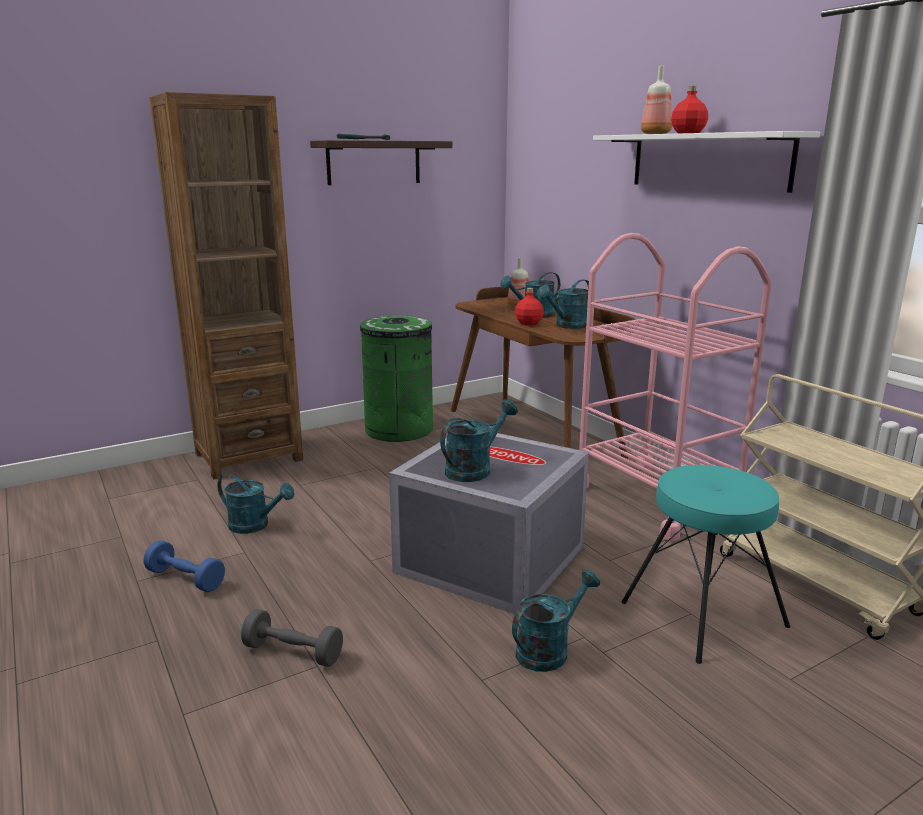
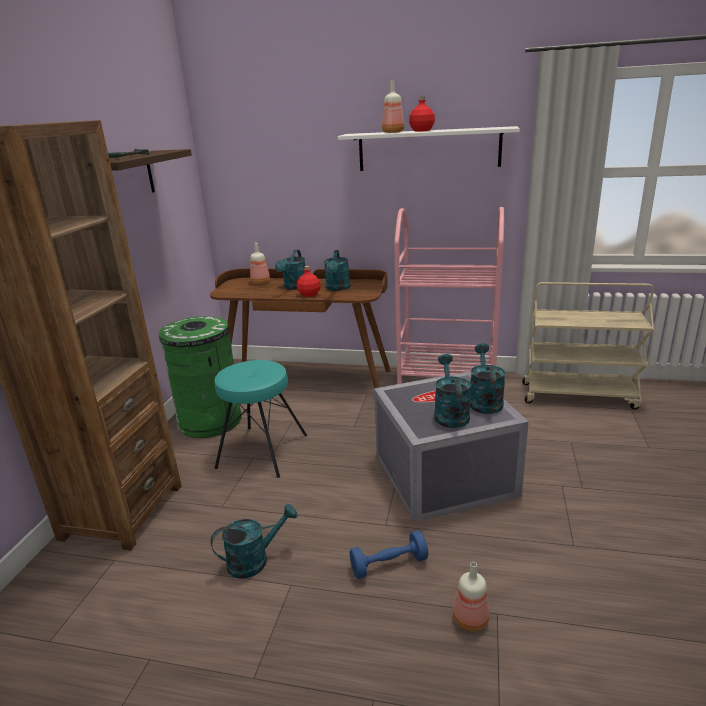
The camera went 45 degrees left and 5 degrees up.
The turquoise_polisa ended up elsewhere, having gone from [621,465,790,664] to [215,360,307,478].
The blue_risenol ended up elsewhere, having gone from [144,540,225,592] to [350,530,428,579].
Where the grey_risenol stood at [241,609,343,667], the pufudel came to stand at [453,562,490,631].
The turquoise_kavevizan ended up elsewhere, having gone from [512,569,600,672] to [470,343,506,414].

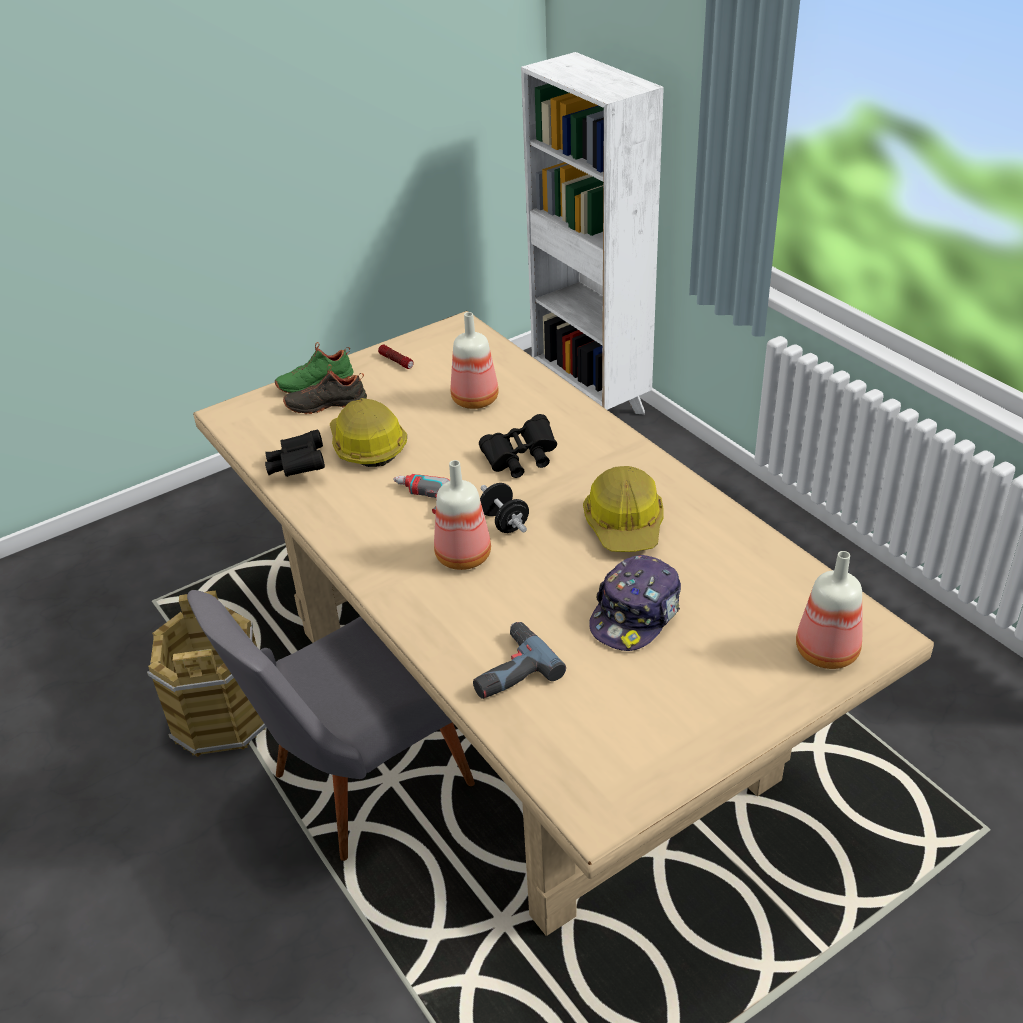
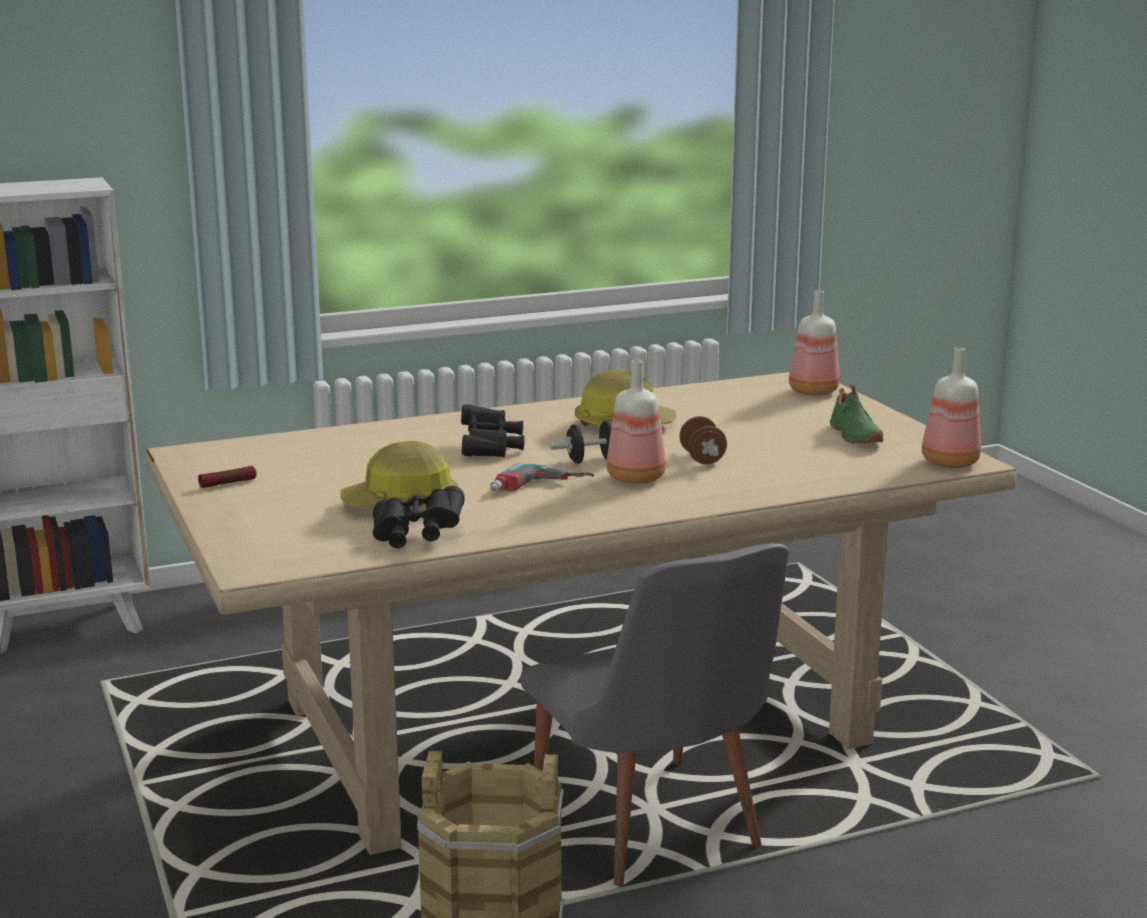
The camera went 80 degrees left and 20 degrees down.
The second view gained the brown_risenol at [680,416,727,464].
The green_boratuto ended up elsewhere, having gone from [275,342,354,393] to [830,384,883,444].
The pufudel ended up elsewhere, having gone from [451,312,499,409] to [922,347,981,468].
The second view lost the black_boratuto at [283,364,367,414].
The second view lost the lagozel at [473,622,566,699].
The second view lost the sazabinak at [589,555,681,651].

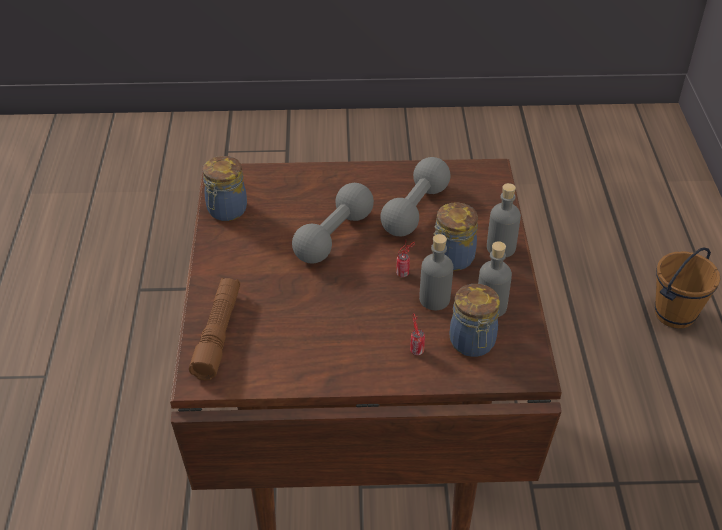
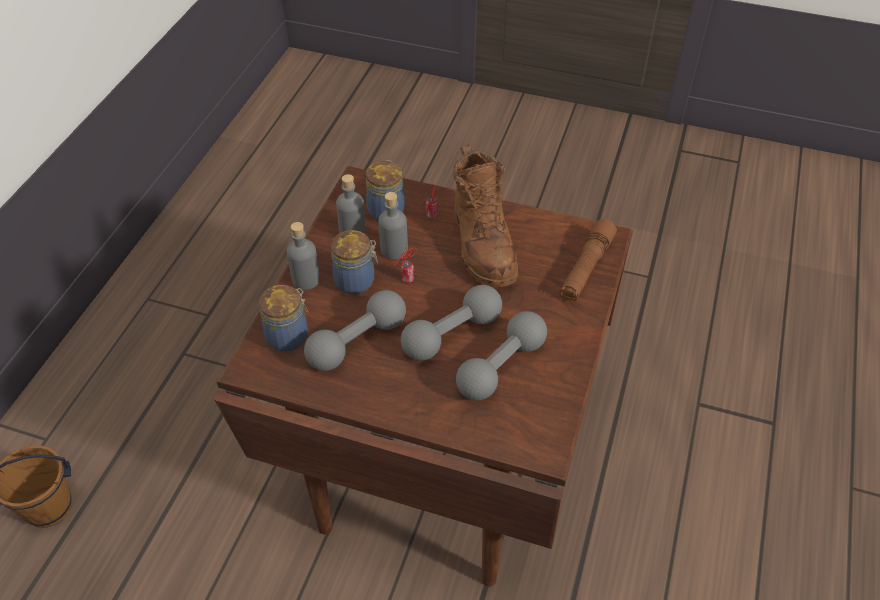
The camera went 160 degrees left and 5 degrees up.
The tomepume ended up elsewhere, having gone from [203,156,247,221] to [259,285,308,352].
The second view gained the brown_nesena at [453,144,519,287].
The second view gained the grey_risenol at [456,311,547,400].

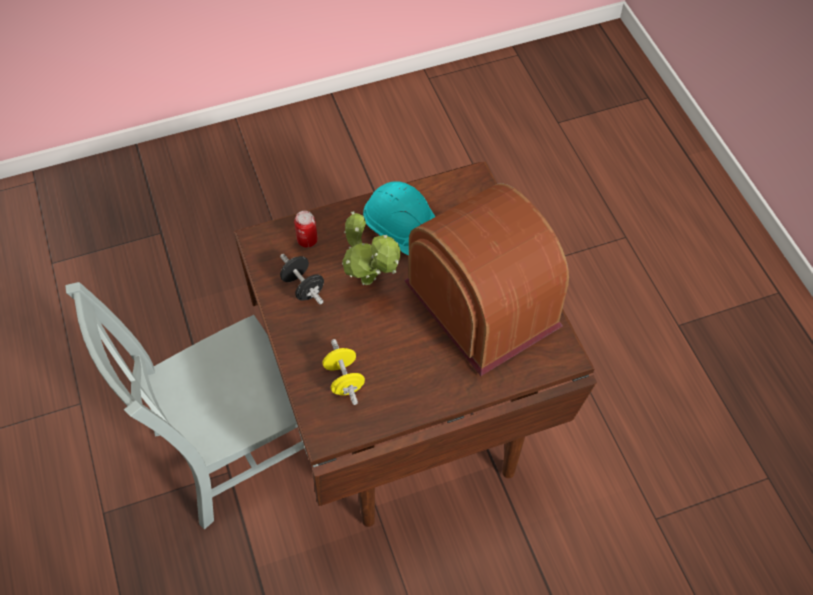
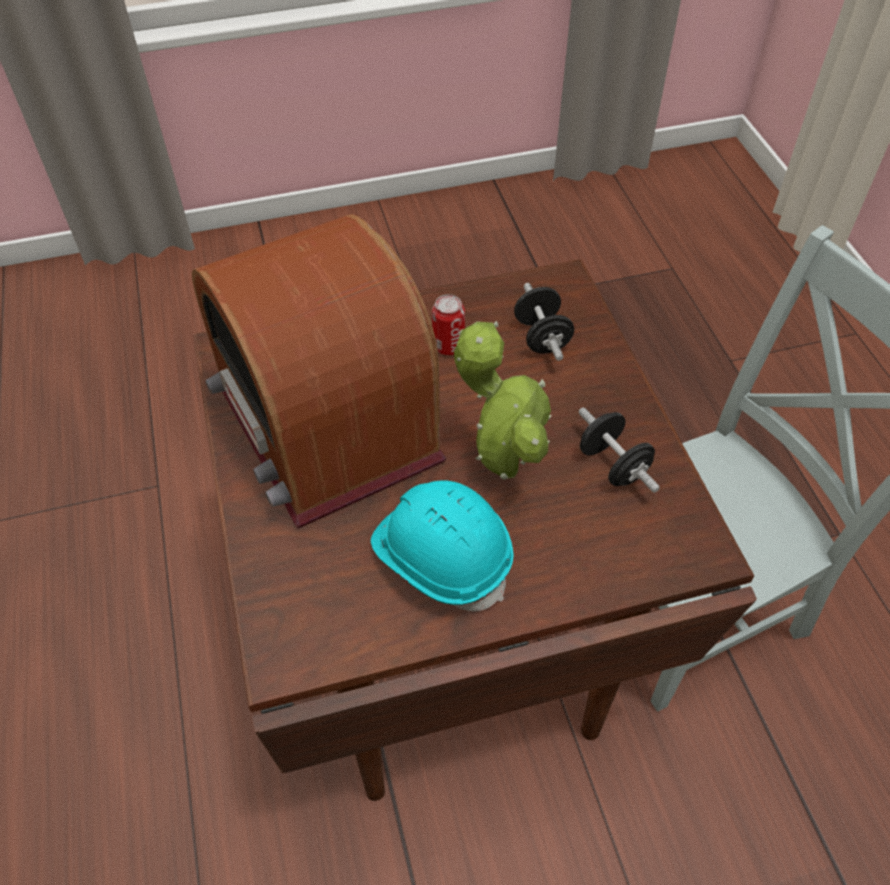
The camera went 175 degrees left and 5 degrees down.
The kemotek ended up elsewhere, having gone from [294,211,318,247] to [432,294,465,355].
What was the yellow_risenol at [323,339,365,405] turned into the black_risenol at [514,283,574,361].

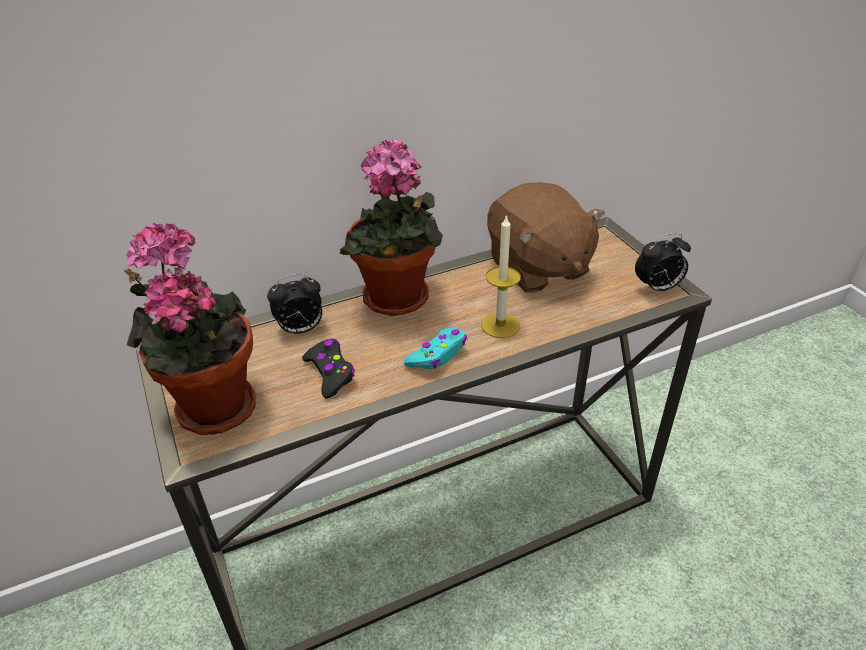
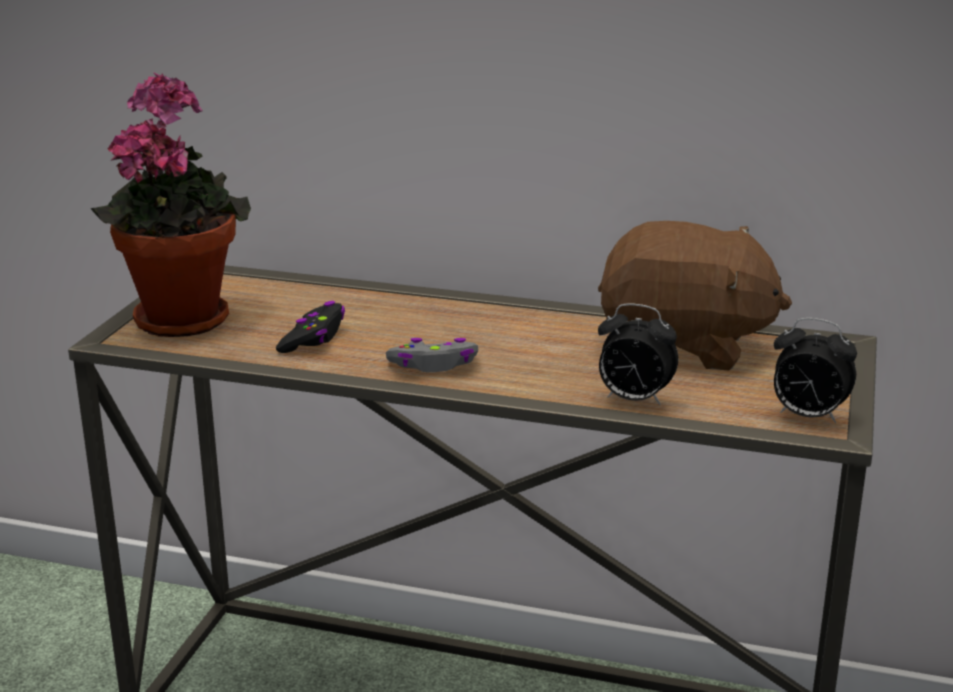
The camera went 40 degrees right and 15 degrees down.
What was the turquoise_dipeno at [403,328,467,369] turned into the grey_dipeno at [386,338,478,372].
The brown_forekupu at [487,182,605,293] ended up facing another way, 90 degrees counterclockwise from before.
The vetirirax ended up elsewhere, having gone from [267,273,322,336] to [598,303,678,406].
The second view lost the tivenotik at [340,140,443,316].
The second view lost the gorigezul at [481,214,521,338].

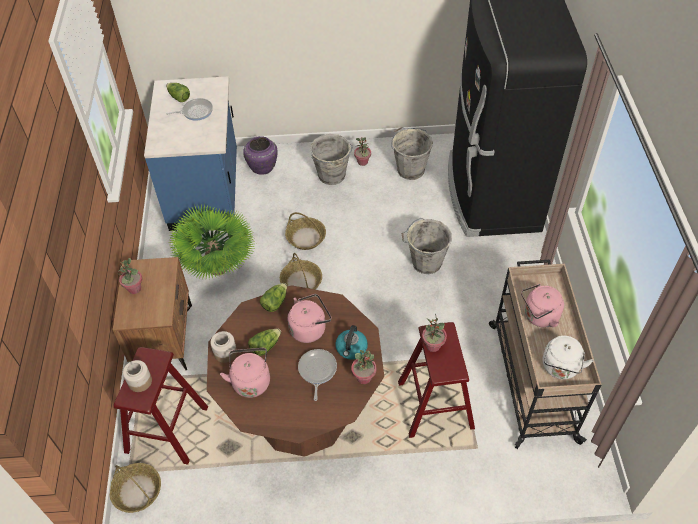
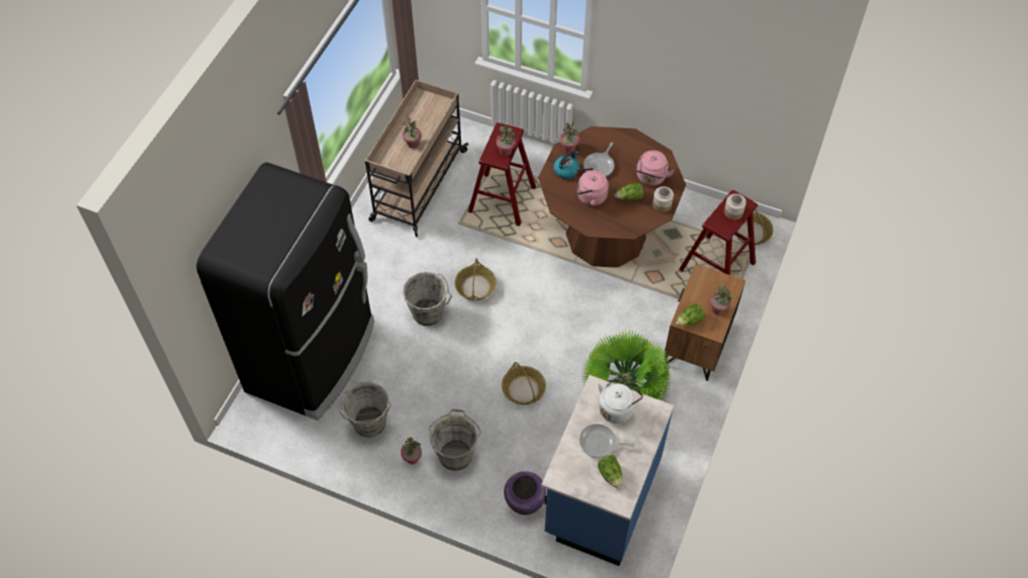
The camera went 155 degrees left and 5 degrees up.
Where the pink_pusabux stood at [521,284,564,327], the tivenotik came to stand at [402,117,422,148].
The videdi ended up elsewhere, having gone from [280,253,322,289] to [454,258,496,301].
The white_pusabux ended up elsewhere, having gone from [543,336,594,379] to [598,375,643,424].
The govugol ended up elsewhere, having gone from [260,283,287,312] to [676,304,705,326].

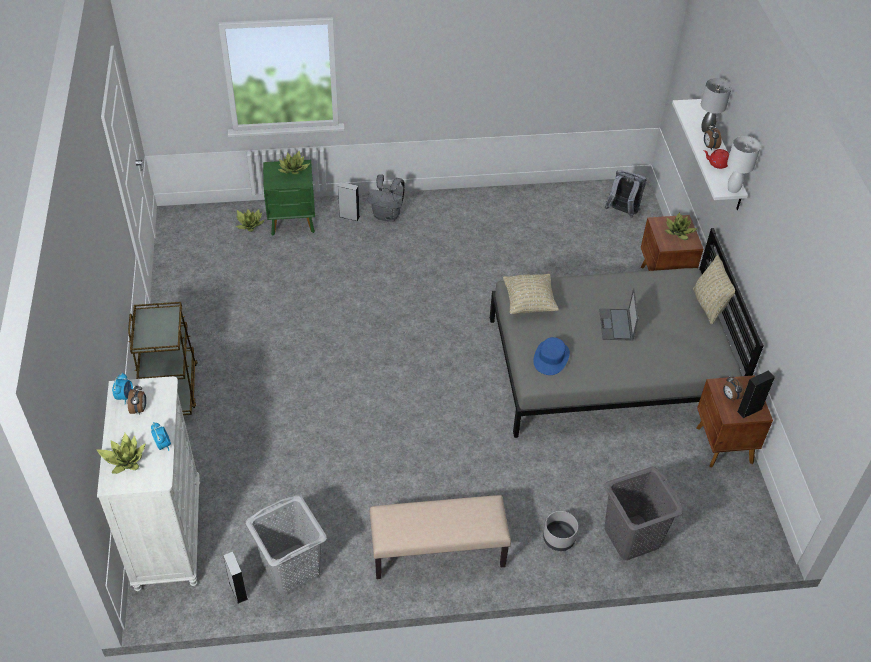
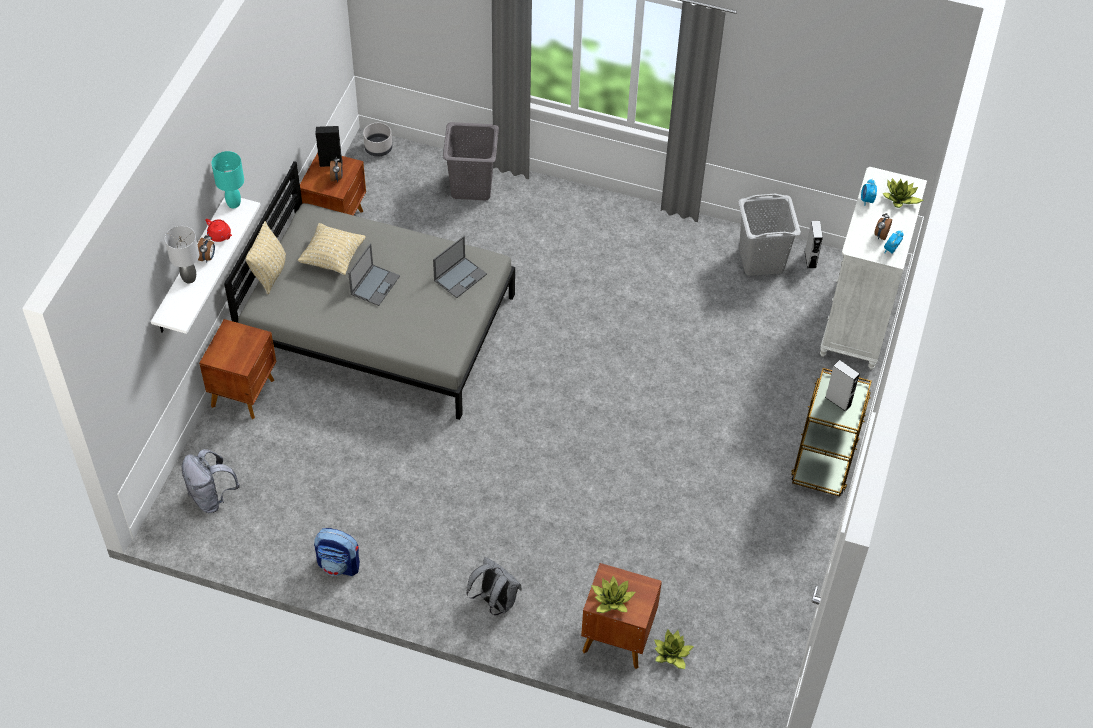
The camera went 155 degrees left and 5 degrees up.
What was the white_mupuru at [727,136,761,193] turned into the turquoise_mupuru at [212,151,244,208].
The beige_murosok ended up elsewhere, having gone from [503,274,559,314] to [298,223,366,275].
The second view gained the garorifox at [314,528,360,576].
The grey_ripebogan ended up elsewhere, having gone from [543,511,578,551] to [363,123,392,157].
Where the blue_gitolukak stood at [533,337,570,375], the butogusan came to stand at [433,236,487,298].
What was the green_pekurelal at [263,160,315,235] turned into the brown_pekurelal at [581,563,662,669].
The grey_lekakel ended up elsewhere, having gone from [338,182,360,221] to [825,360,860,412].
The second view lost the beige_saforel at [370,495,511,579].
The second view lost the tivenotik at [665,212,698,240].

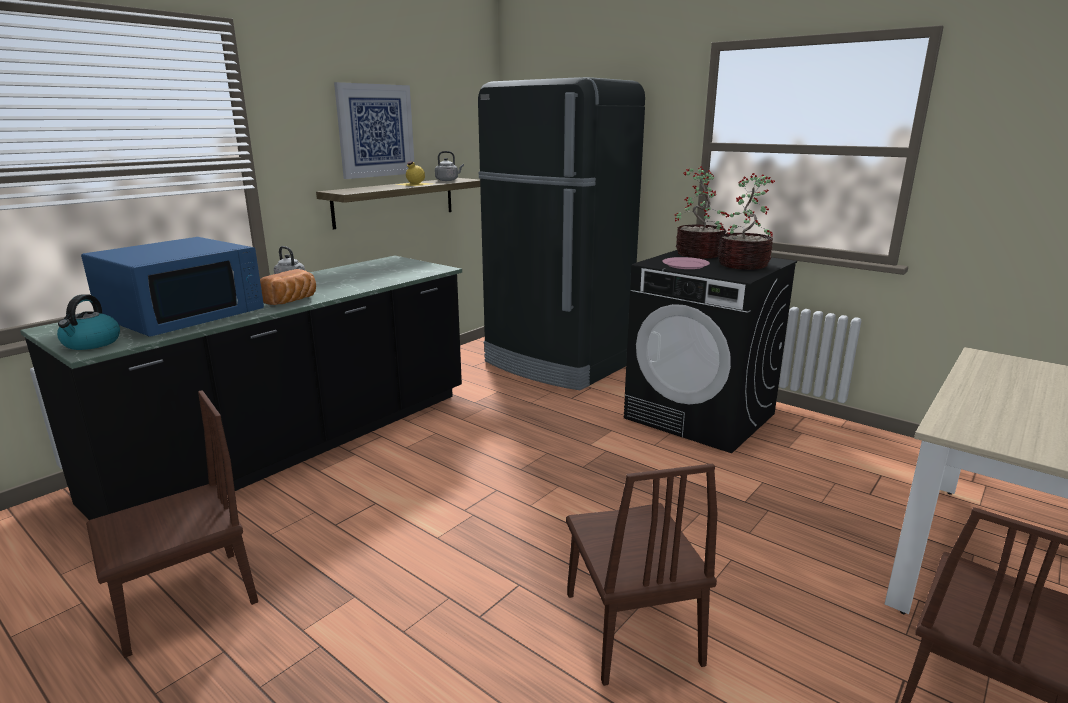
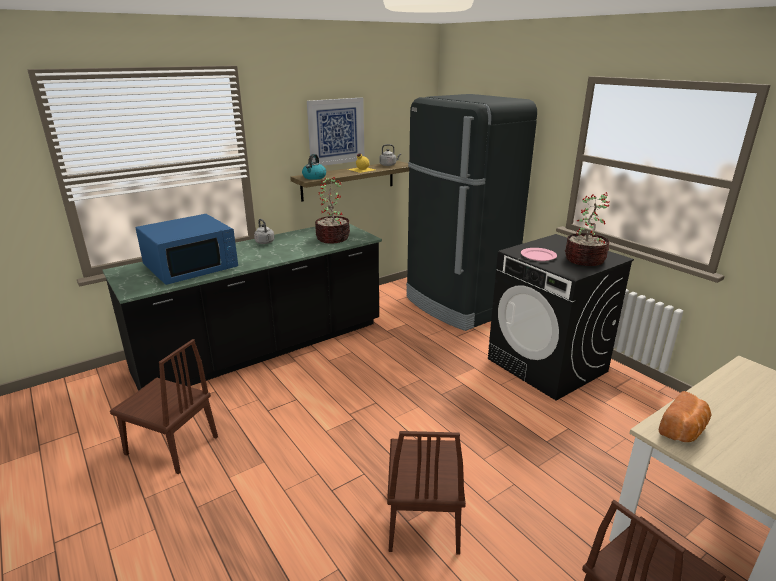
The camera went 15 degrees right and 5 degrees up.
The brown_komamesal at [86,390,258,658] ended up facing another way, 45 degrees clockwise from before.
The pusabux ended up elsewhere, having gone from [57,294,120,350] to [302,154,326,180].
The tivenotik ended up elsewhere, having gone from [674,166,729,259] to [315,177,350,243].
The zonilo ended up elsewhere, having gone from [260,269,316,305] to [659,391,712,442].

